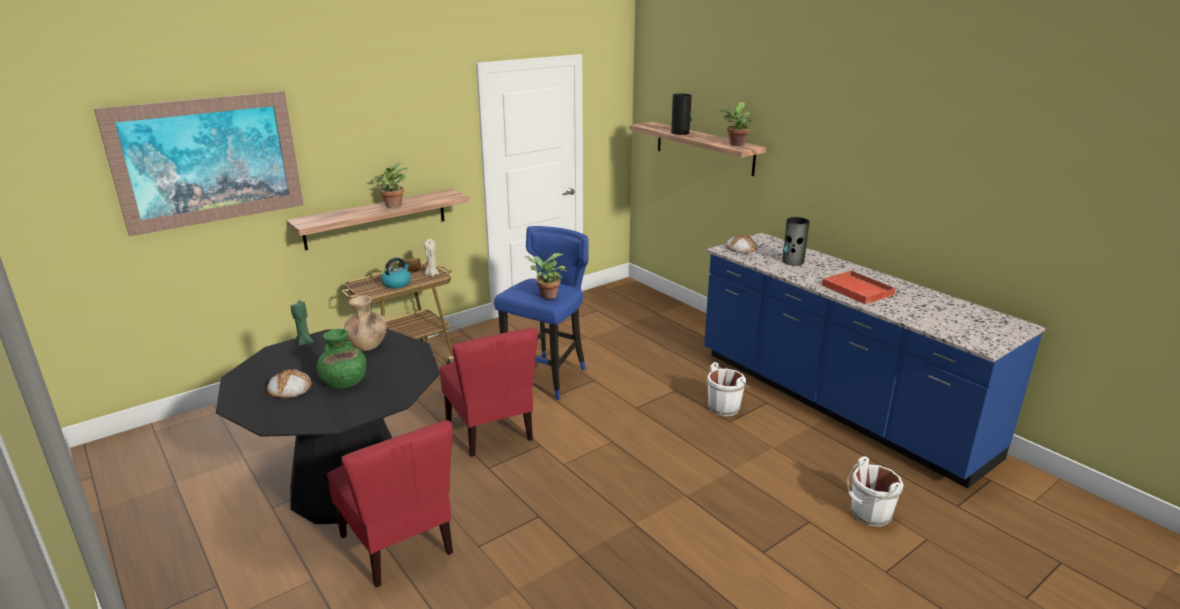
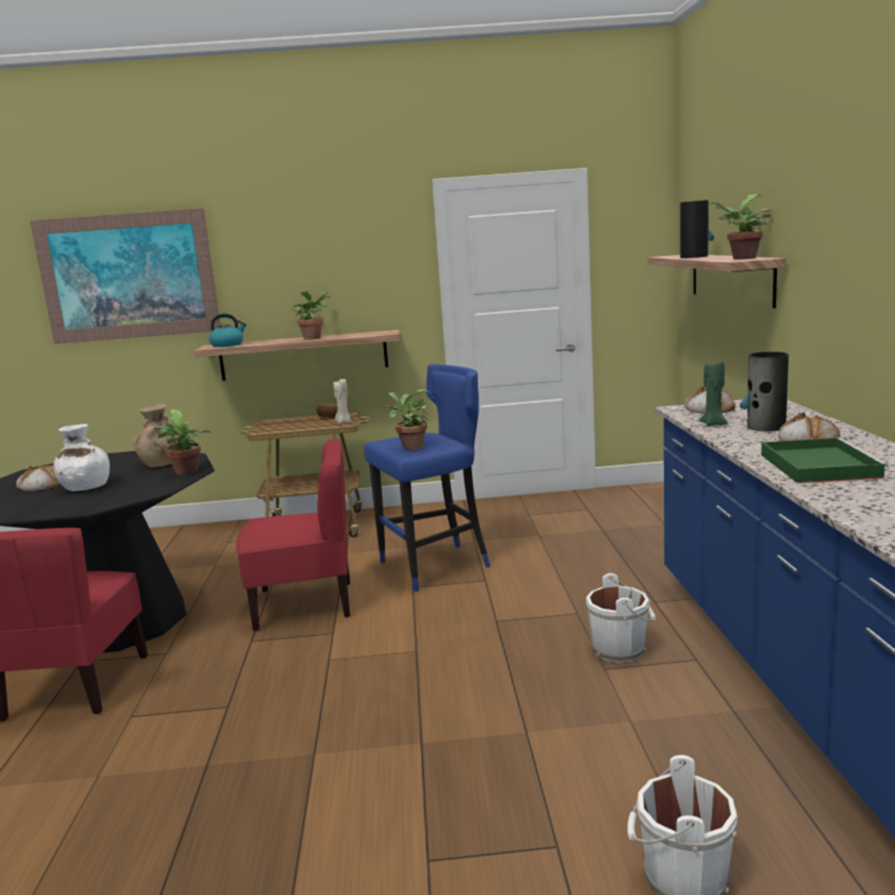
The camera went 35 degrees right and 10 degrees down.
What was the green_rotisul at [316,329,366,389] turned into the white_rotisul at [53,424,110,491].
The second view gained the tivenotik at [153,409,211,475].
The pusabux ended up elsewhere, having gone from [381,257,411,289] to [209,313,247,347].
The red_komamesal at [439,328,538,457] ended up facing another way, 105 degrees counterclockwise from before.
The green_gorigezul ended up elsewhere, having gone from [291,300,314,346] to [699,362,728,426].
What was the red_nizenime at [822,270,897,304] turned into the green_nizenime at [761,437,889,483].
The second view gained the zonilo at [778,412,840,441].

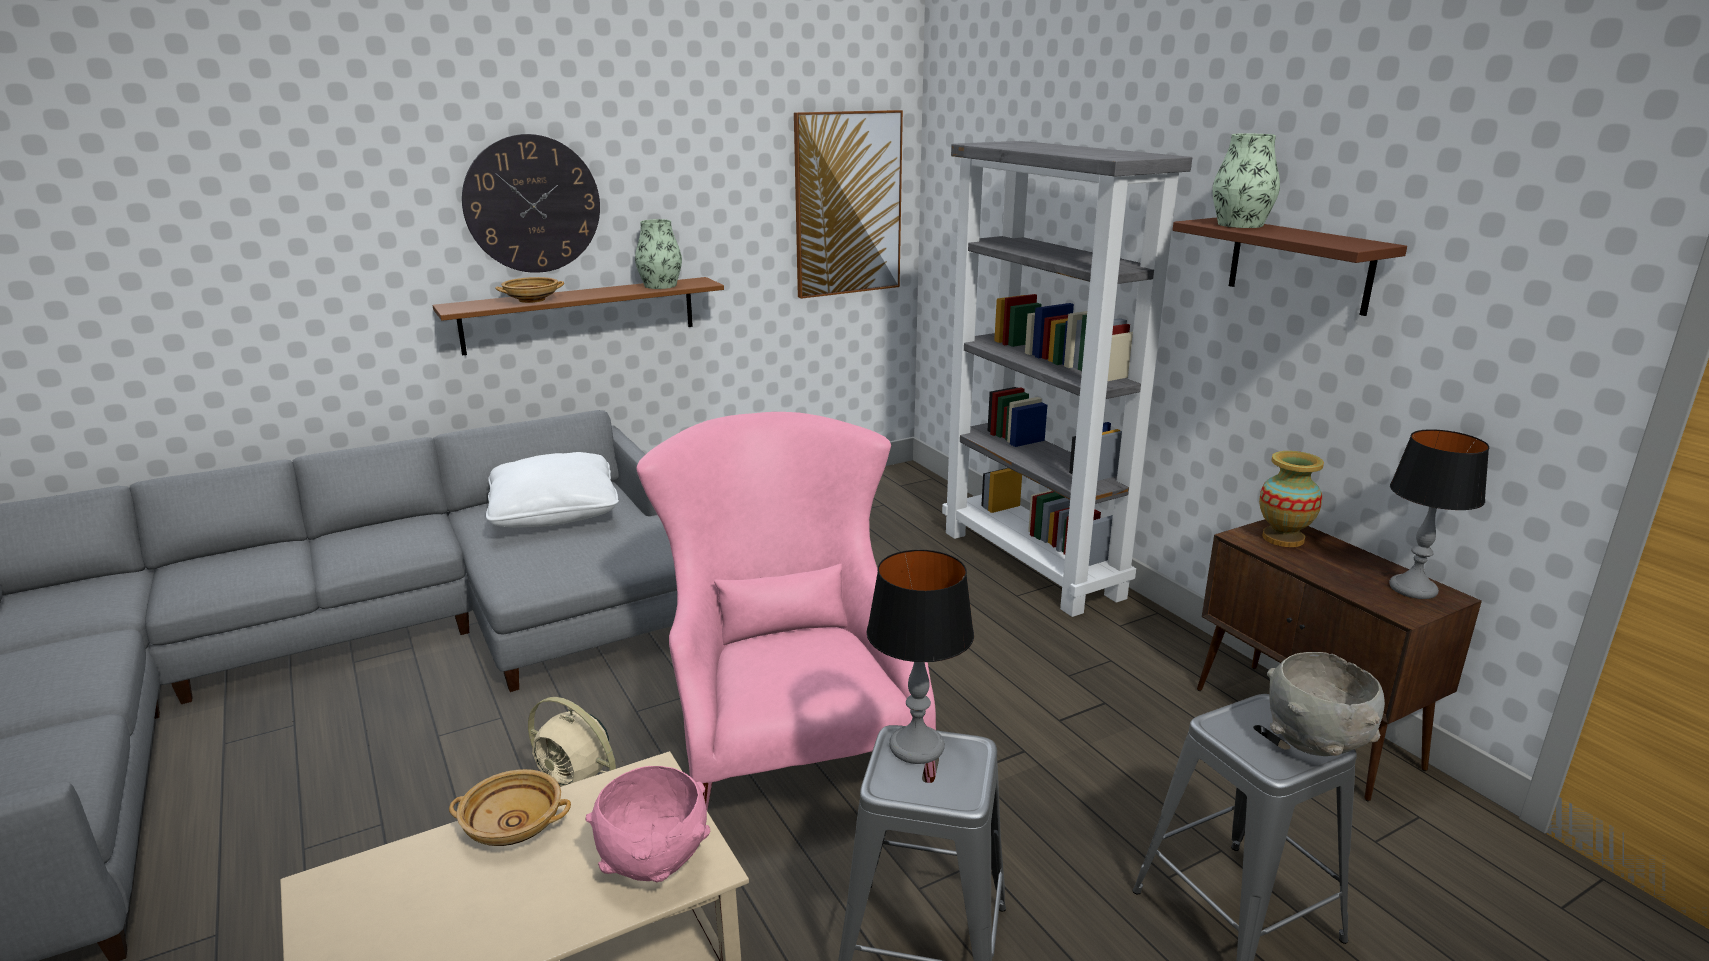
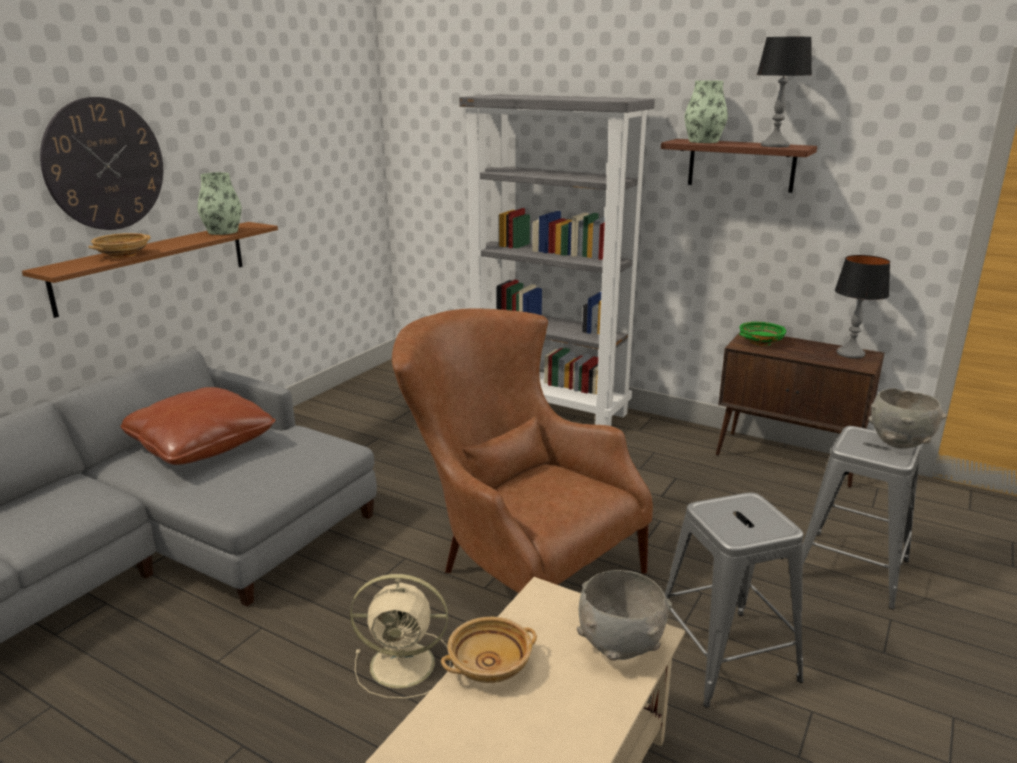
The camera went 30 degrees left and 0 degrees up.
What was the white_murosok at [486,452,619,527] turned into the brown_murosok at [121,387,276,465].
What was the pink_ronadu at [636,412,936,810] turned into the brown_ronadu at [392,308,653,593].
What was the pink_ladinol at [585,766,710,882] turned into the grey_ladinol at [577,570,672,661].
Where the rotisul stood at [1259,451,1324,547], the green_ladinol came to stand at [739,322,786,346].
The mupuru ended up elsewhere, having gone from [867,550,974,764] to [757,37,812,147].
The second view lost the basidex at [794,110,903,299].

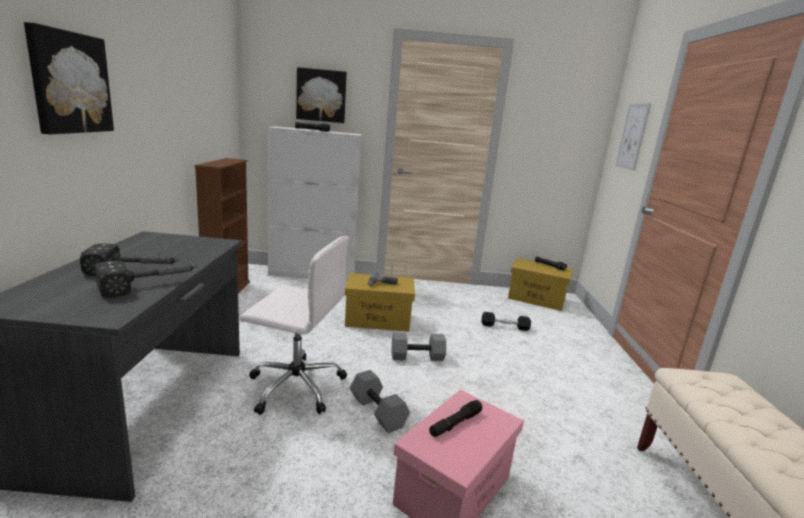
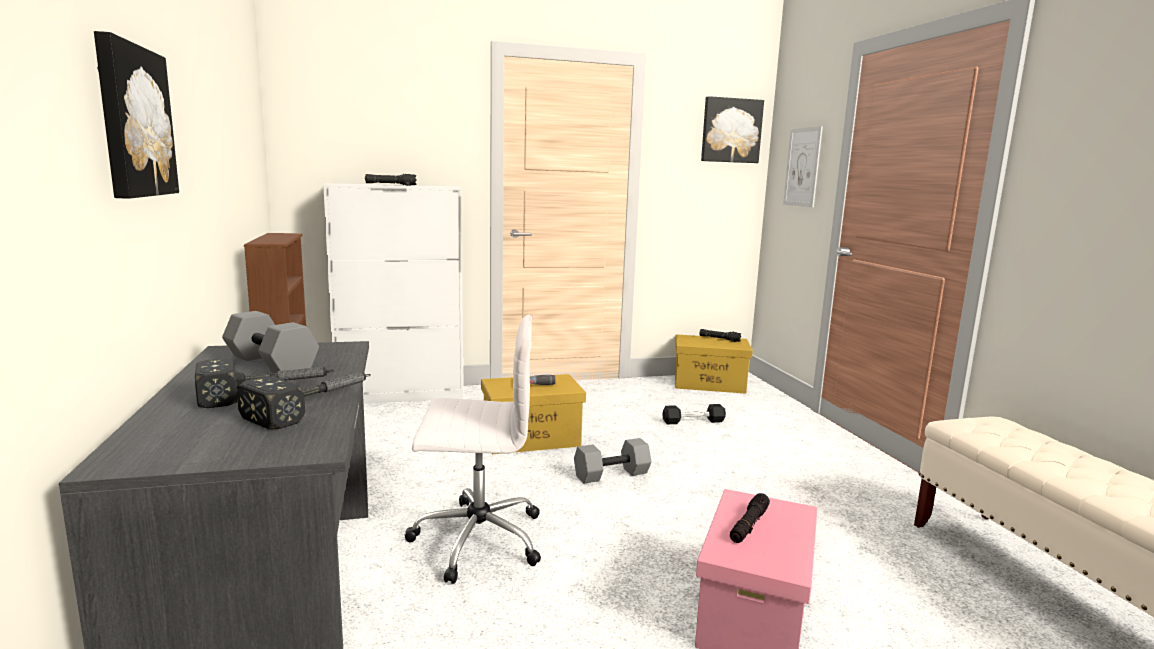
The camera went 15 degrees left and 5 degrees down.
The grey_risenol ended up elsewhere, having gone from [350,370,410,433] to [222,311,319,373].
The basidex ended up elsewhere, having gone from [296,67,347,123] to [701,96,764,163].

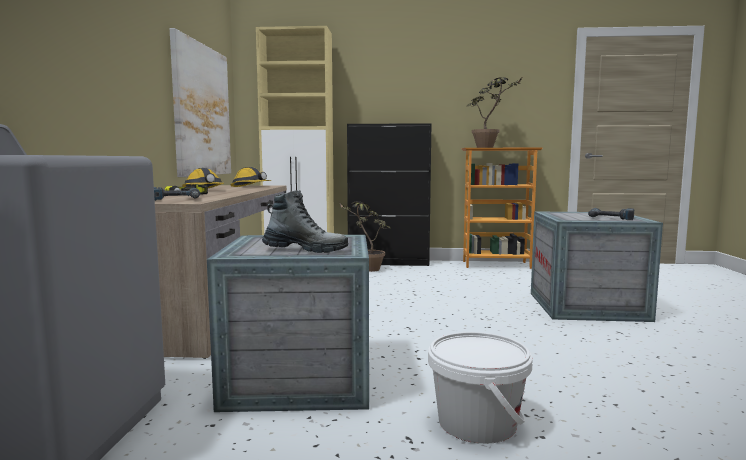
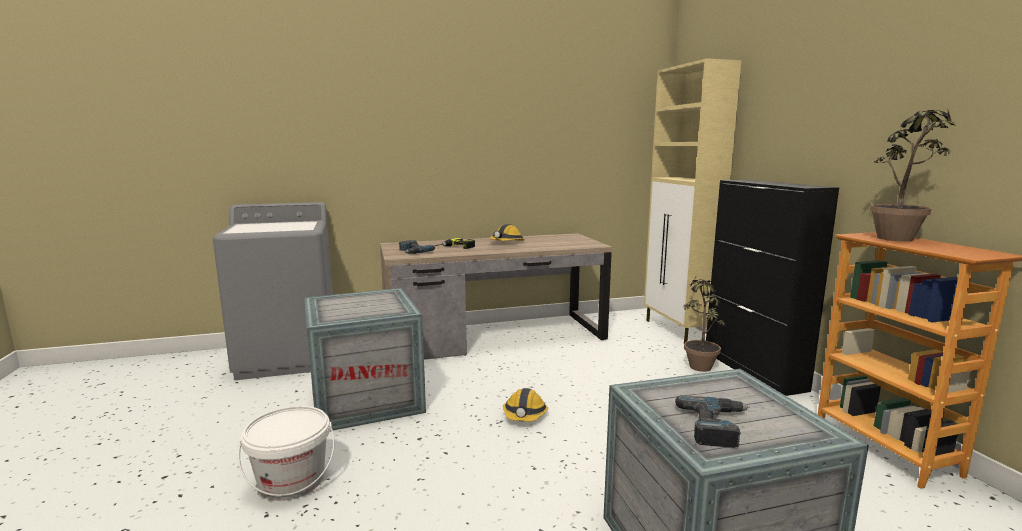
The camera went 70 degrees right and 5 degrees up.
The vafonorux ended up elsewhere, having gone from [231,167,271,187] to [503,388,548,422].
The second view lost the basidex at [170,28,231,177].
The second view lost the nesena at [262,190,348,253].

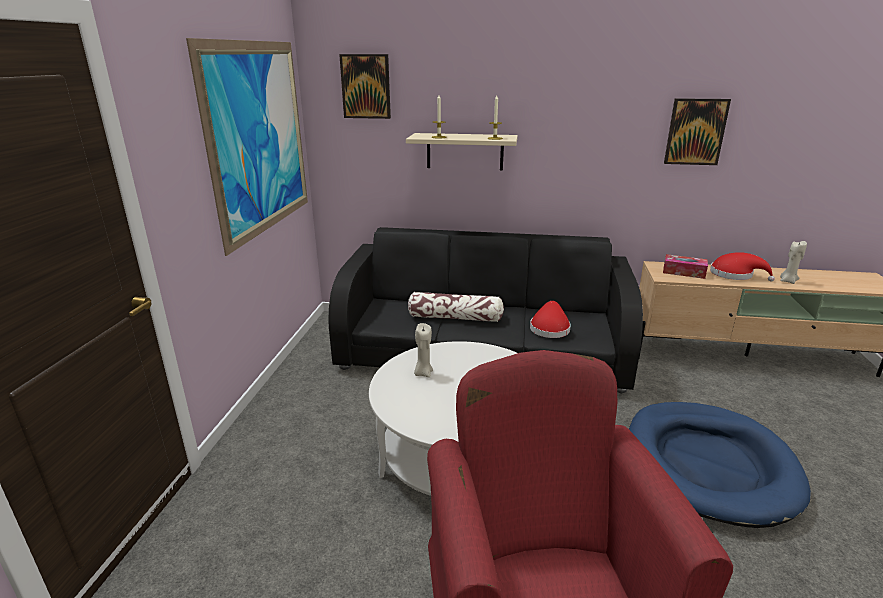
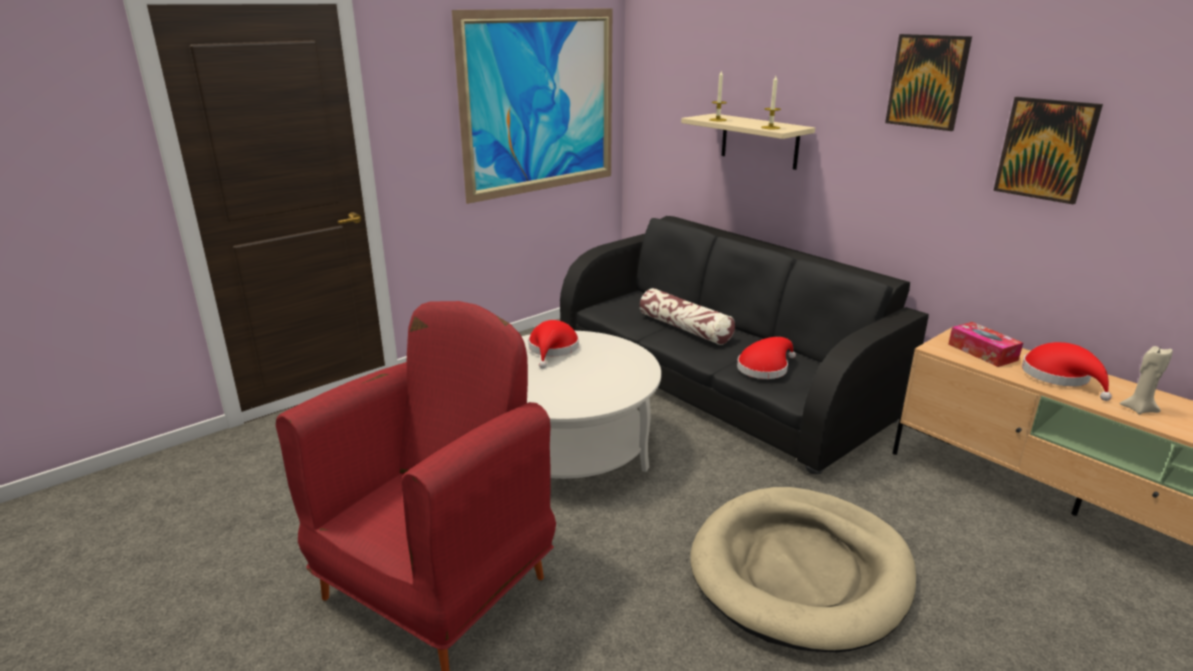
The camera went 40 degrees right and 0 degrees up.
Where the beige_gorigezul stood at [414,323,433,378], the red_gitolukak came to stand at [528,320,579,369].
What was the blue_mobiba at [629,402,811,528] turned into the beige_mobiba at [691,487,916,652].
The basidex ended up elsewhere, having gone from [339,54,391,119] to [885,34,972,131].

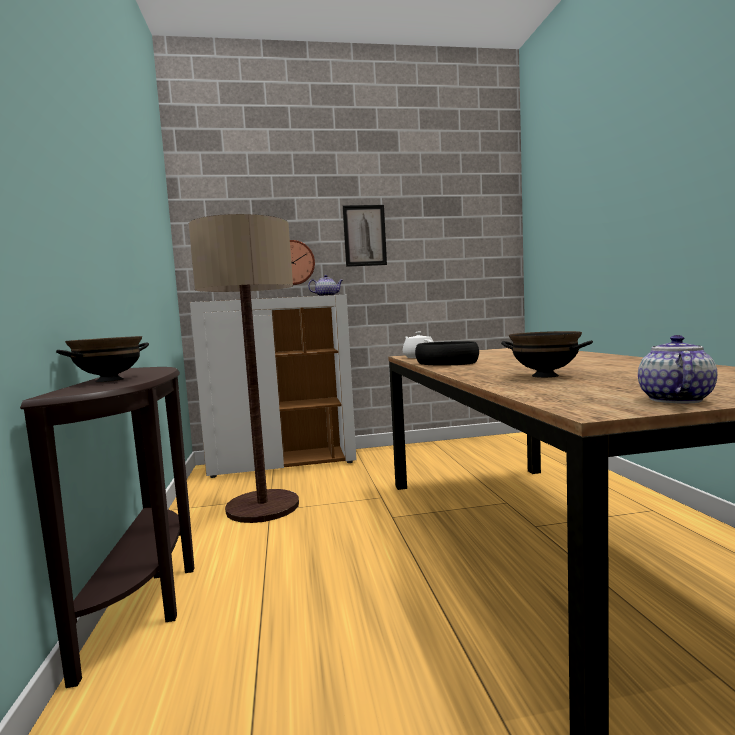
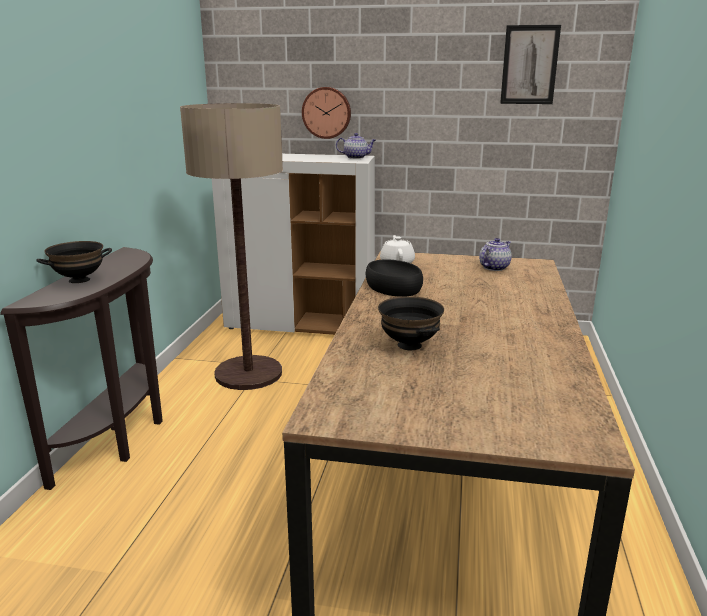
The camera went 20 degrees right and 15 degrees up.
The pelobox ended up elsewhere, having gone from [638,335,717,403] to [479,238,512,271].
The basidex ended up elsewhere, having gone from [343,205,387,267] to [500,25,561,104].

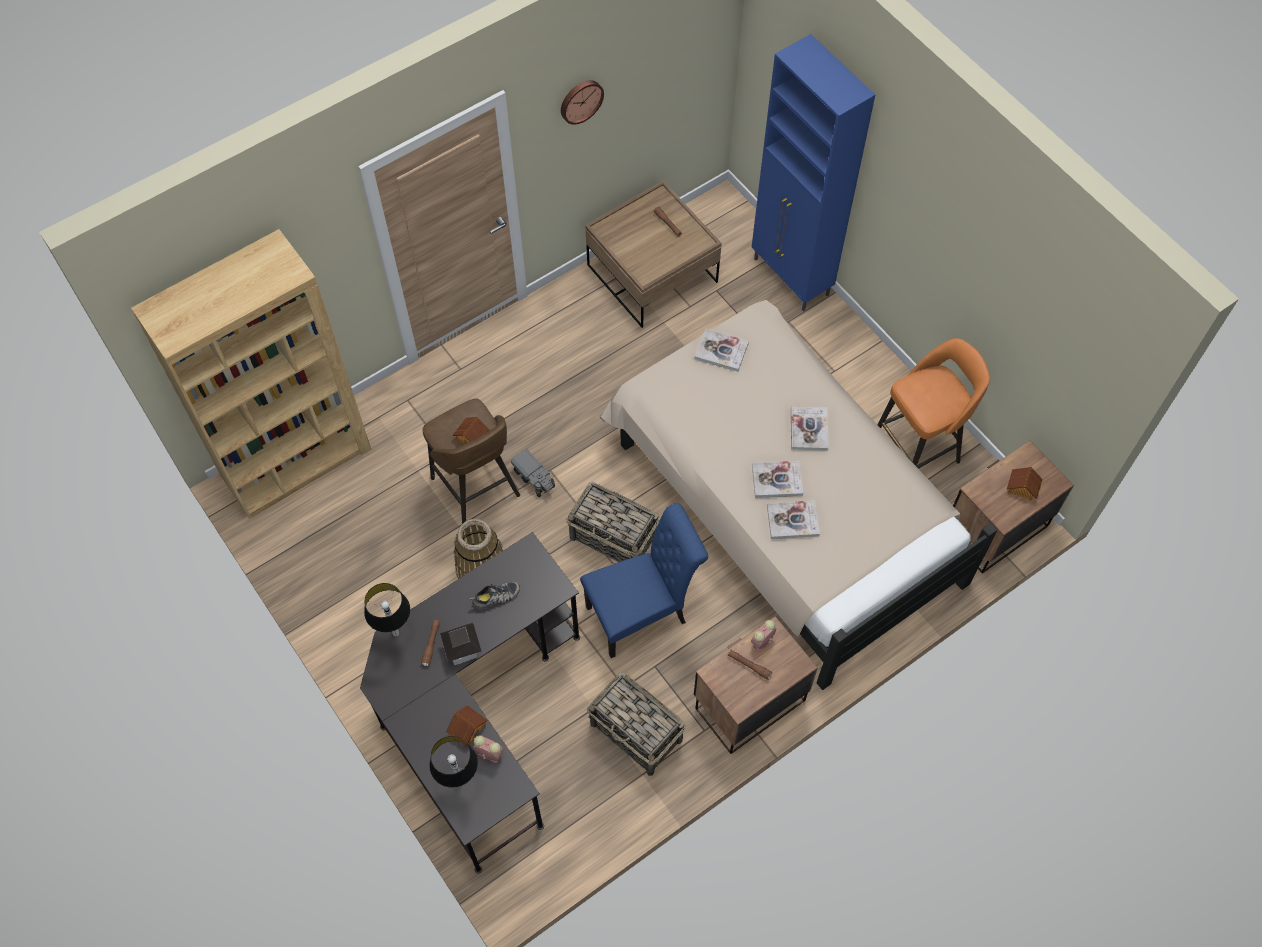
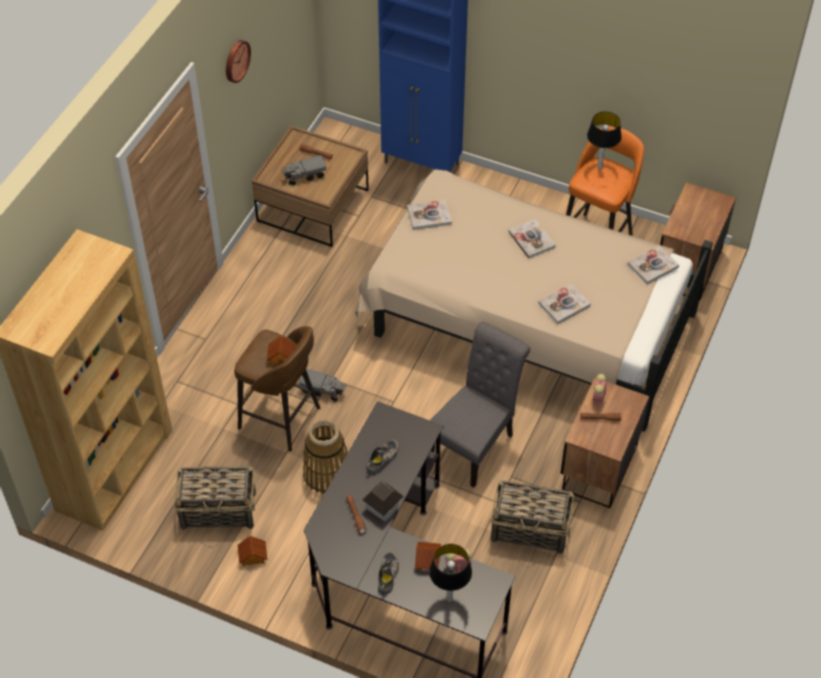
The camera went 30 degrees left and 10 degrees down.
The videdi ended up elsewhere, having gone from [566,482,660,562] to [174,466,256,530].
The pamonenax ended up elsewhere, having gone from [1007,467,1042,501] to [238,536,268,566].
The second view gained the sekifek at [282,155,326,186].
The second view gained the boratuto at [378,551,399,595].
What was the blue_komamesal at [580,503,708,658] turned into the grey_komamesal at [430,322,530,488].
The mupuru ended up elsewhere, having gone from [364,583,410,637] to [587,111,622,170].
The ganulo ended up elsewhere, having gone from [752,461,803,498] to [628,245,679,284].

